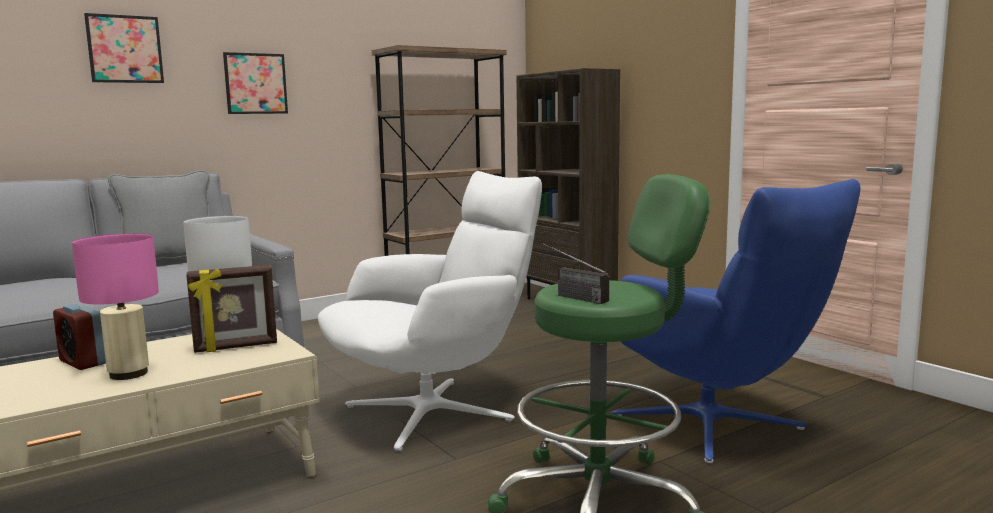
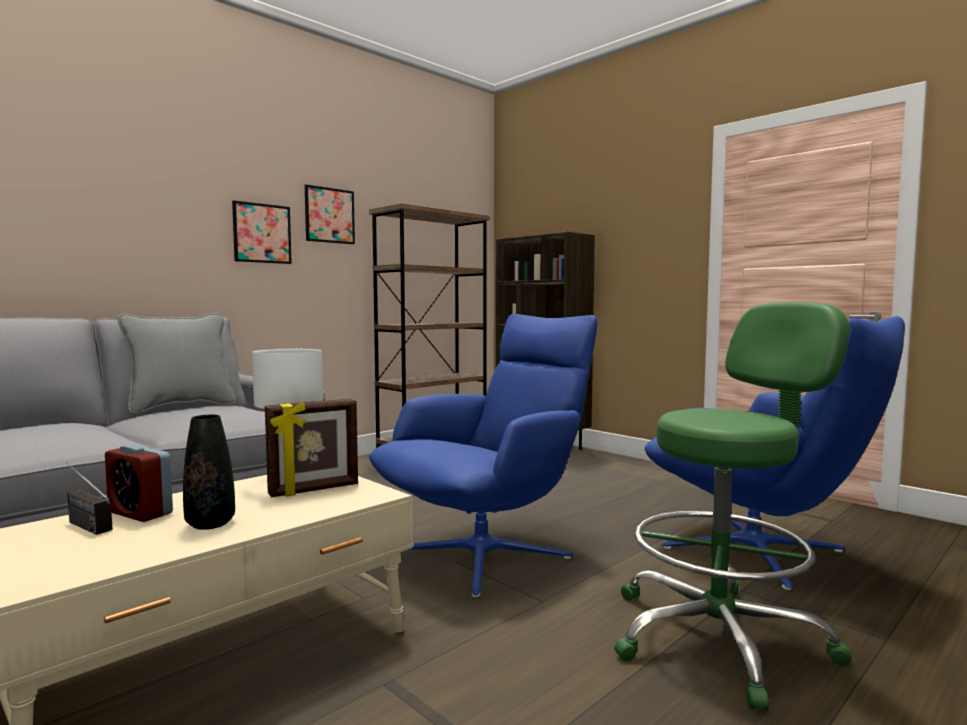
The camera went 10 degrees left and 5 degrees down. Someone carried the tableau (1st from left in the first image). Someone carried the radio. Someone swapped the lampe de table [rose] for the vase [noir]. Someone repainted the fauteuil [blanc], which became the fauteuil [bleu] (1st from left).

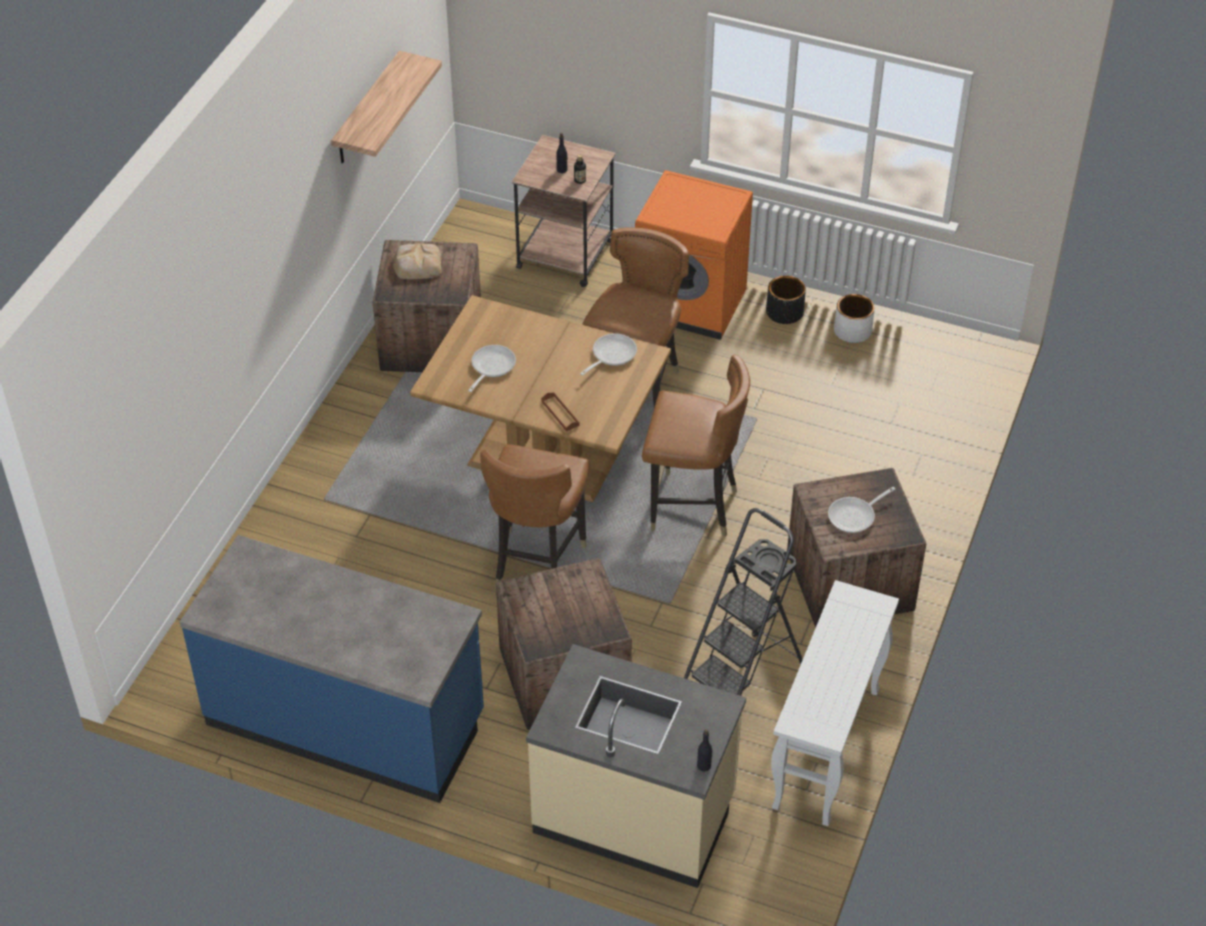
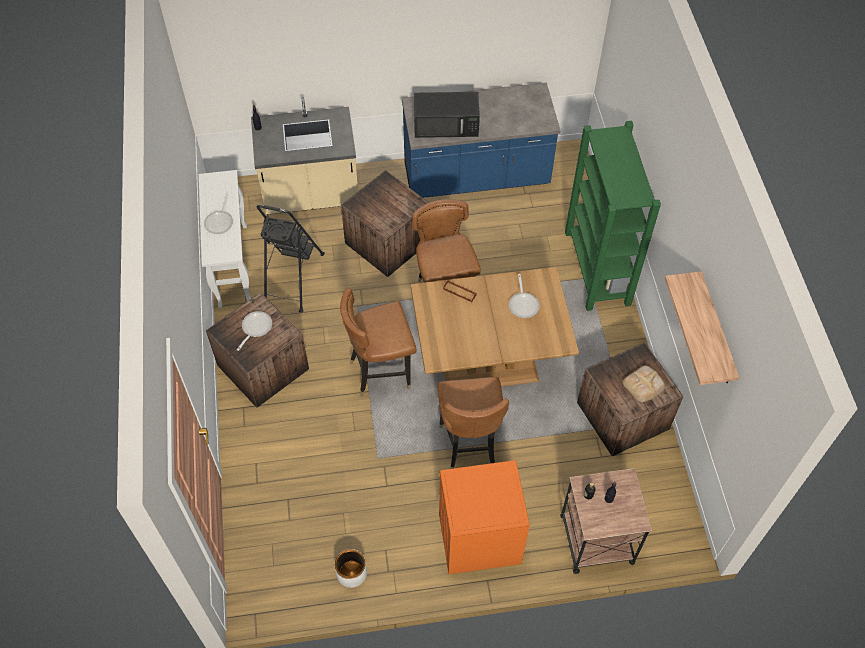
The camera went 150 degrees right and 10 degrees up. Someone took away the cache-pot [noir]. Someone put down the micro-ondes [noir]. Someone put down the bibliothèque [vert]. Someone carried the poêle (2nd from left in the first image).

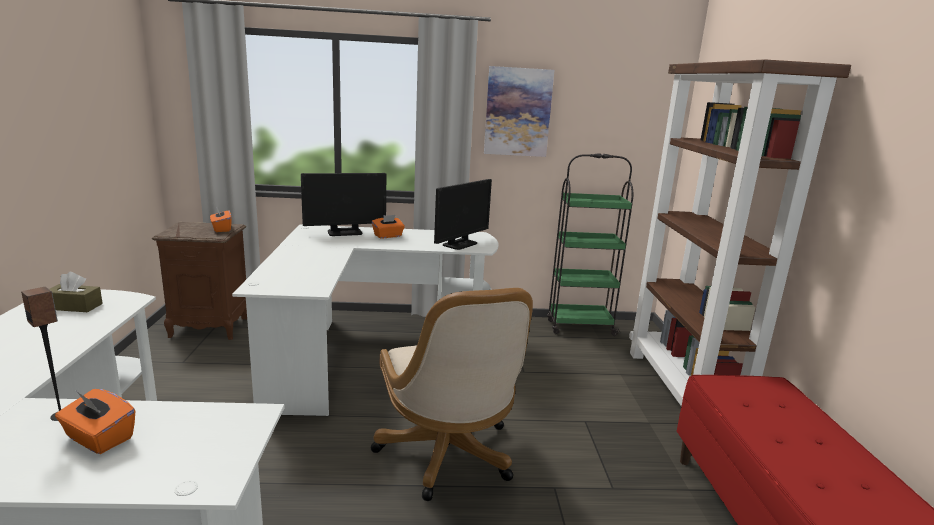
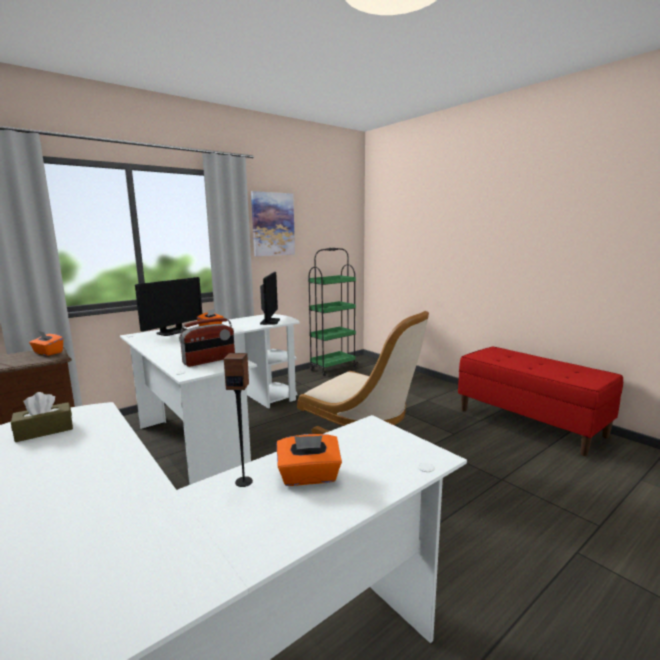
The camera went 35 degrees left and 5 degrees down. Someone took away the bibliothèque [marron]. Someone put down the radio.

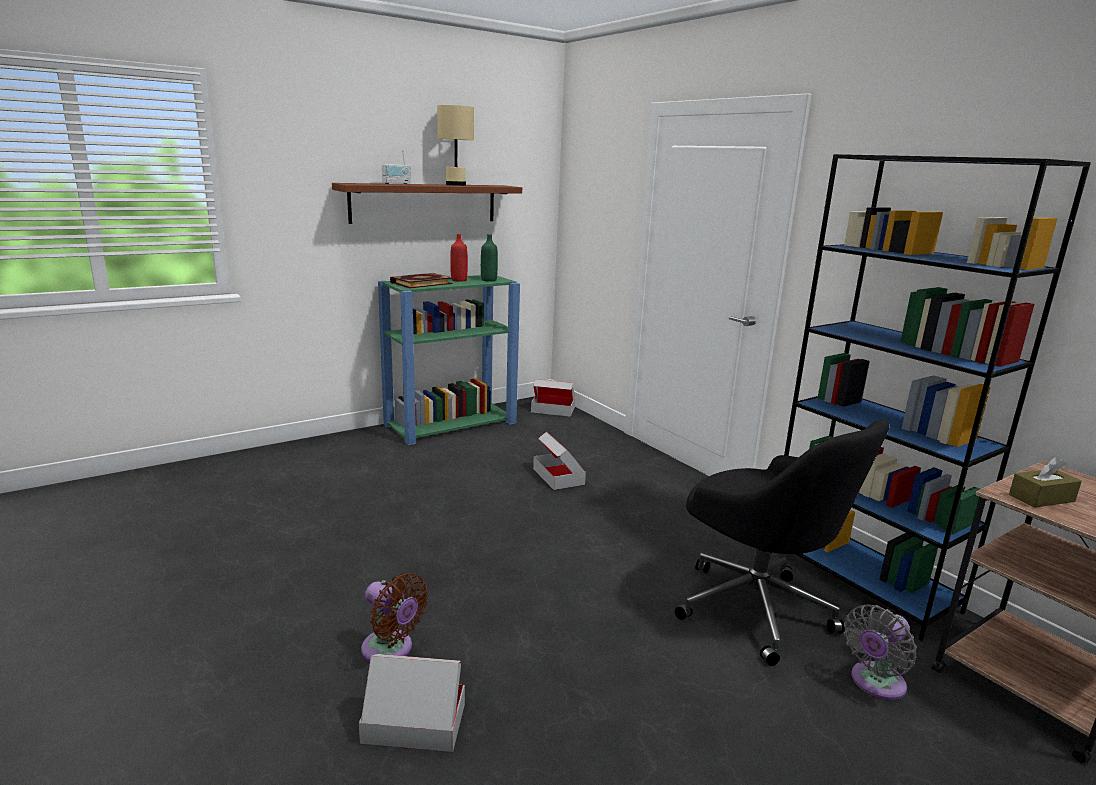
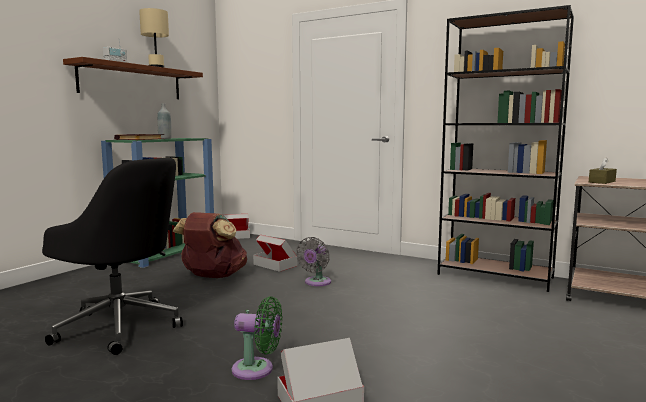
The camera went 25 degrees left and 10 degrees down. Someone took away the bouteille [vert]. Someone put down the sac à dos [marron]. Someone carried the chaise de bureau [noir]. Someone carried the ventilateur [gris]. Someone repainted the ventilateur [marron], which became the ventilateur [vert]. Someone repainted the bouteille [rouge], which became the bouteille [gris]. Someone repainted the bibliothèque [bleu], which became the bibliothèque [marron].

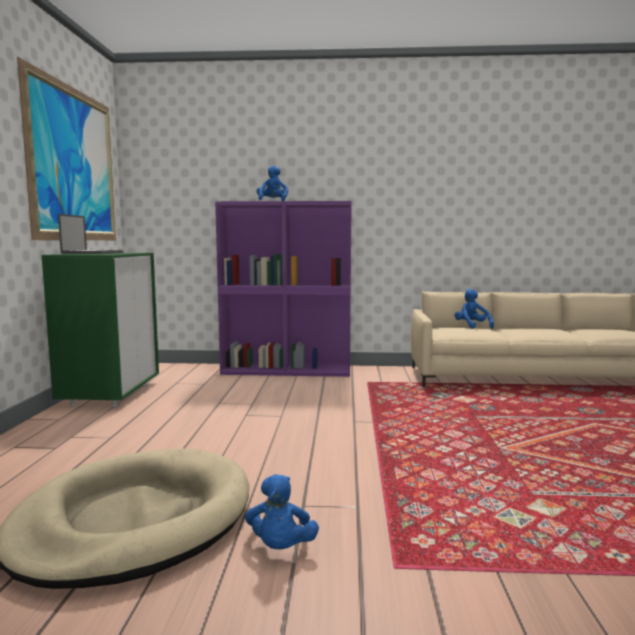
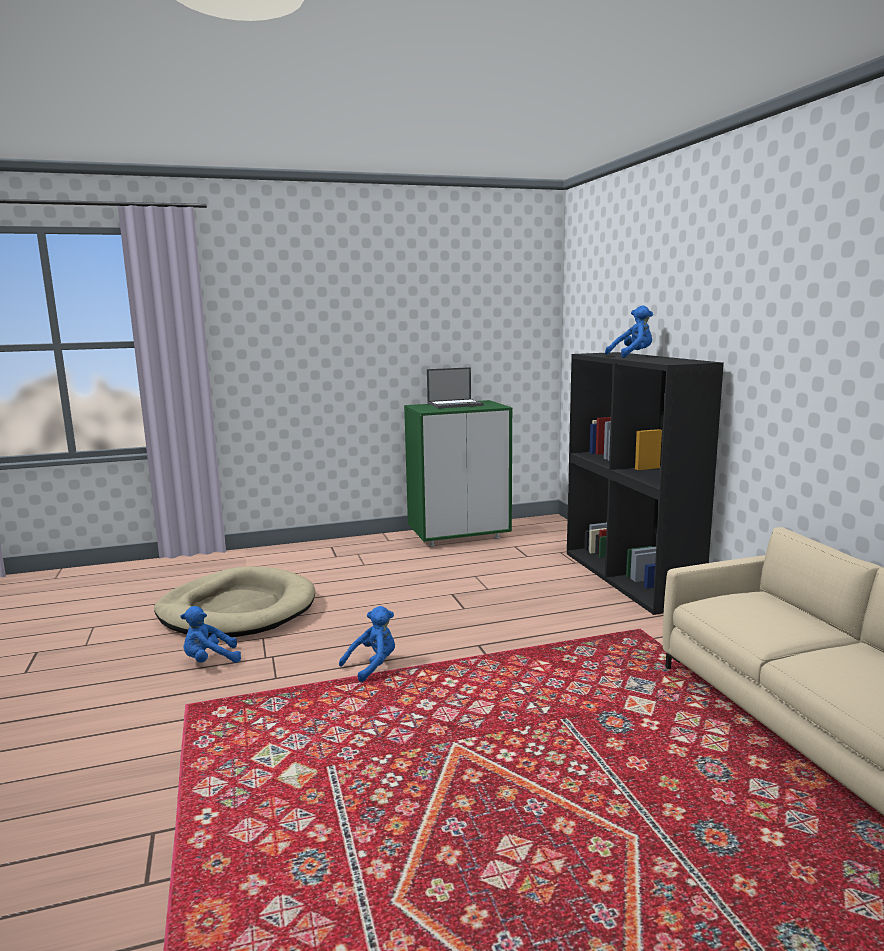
The camera went 70 degrees right and 5 degrees up. Someone took away the tableau. Someone carried the peluche [bleu] (3rd from left in the first image). Someone repainted the bibliothèque [violet], which became the bibliothèque [noir].

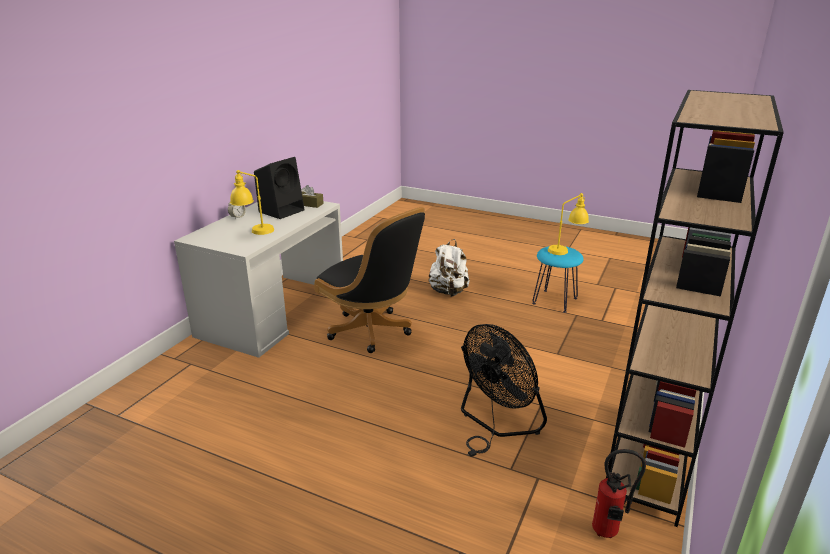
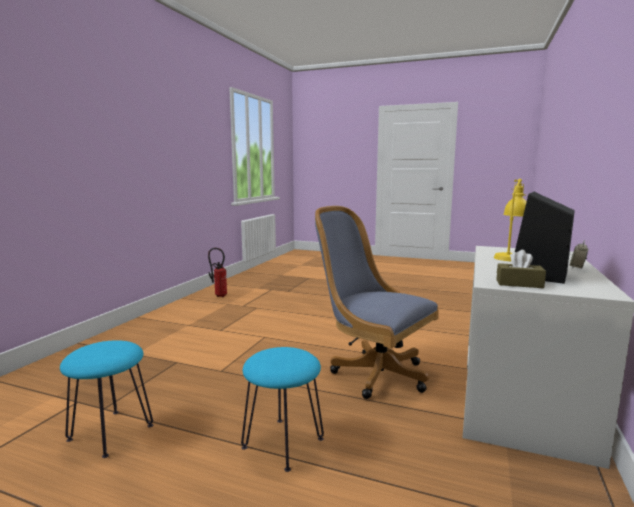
The camera went 175 degrees right and 15 degrees down. Someone took away the ventilateur [noir]. Someone took away the lampe de table [jaune] (2nd from left). Someone took away the bibliothèque [beige]. Someone swapped the sac à dos [blanc] for the tabouret [turquoise] (2nd from left). Someone repainted the chaise de bureau [noir], which became the chaise de bureau [bleu].

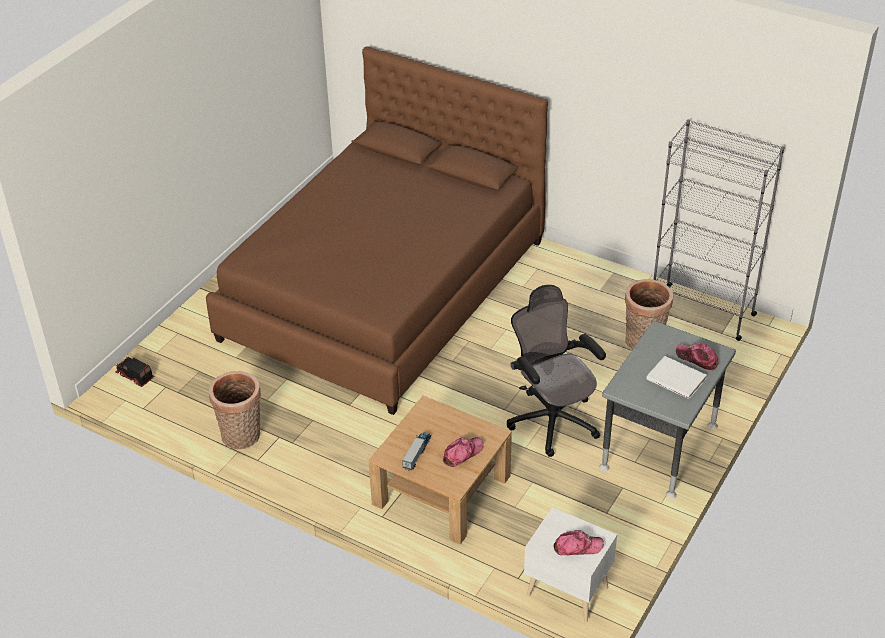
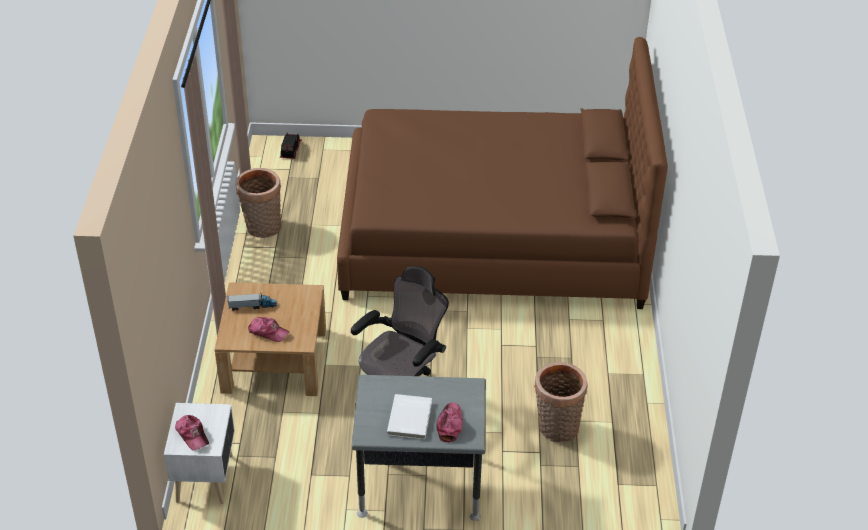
The camera went 60 degrees right and 0 degrees up. Someone took away the bibliothèque [gris].

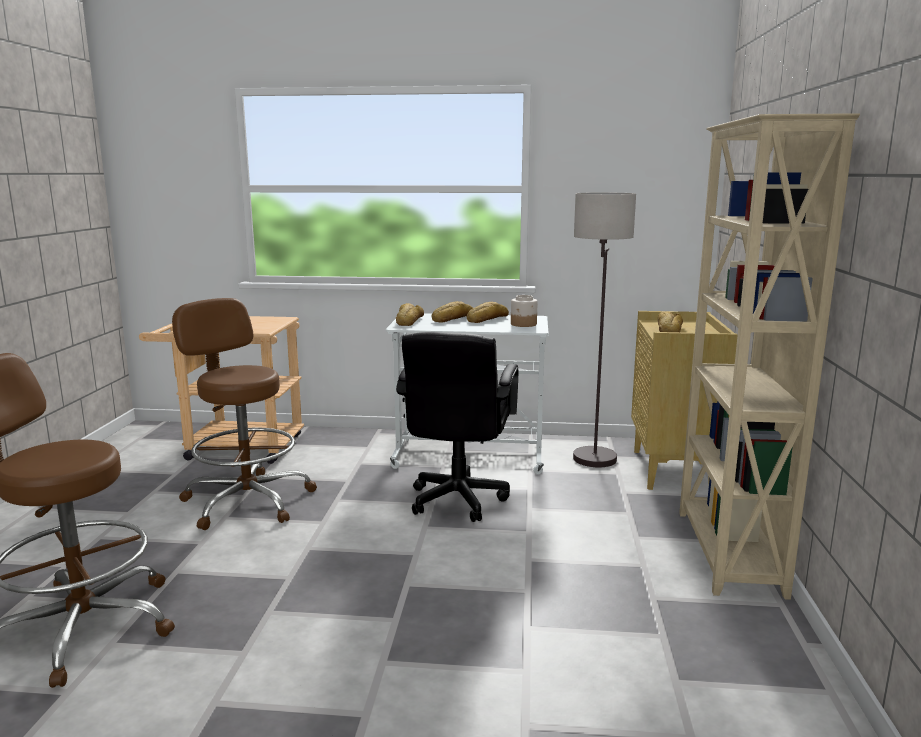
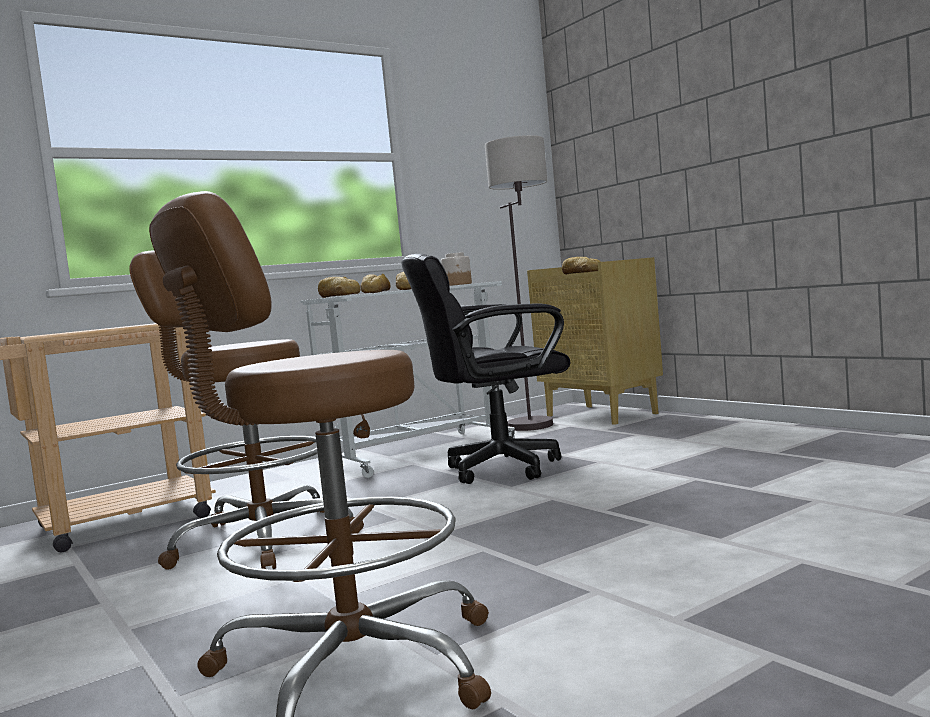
The camera went 40 degrees left and 10 degrees down. Someone took away the bibliothèque [beige]. Someone rotated the chaise de bureau [noir] by 105 degrees clockwise.

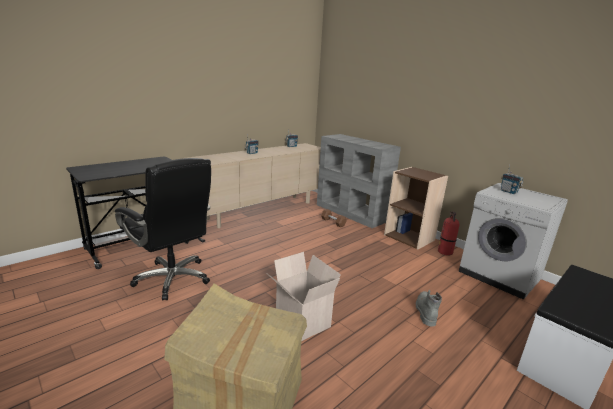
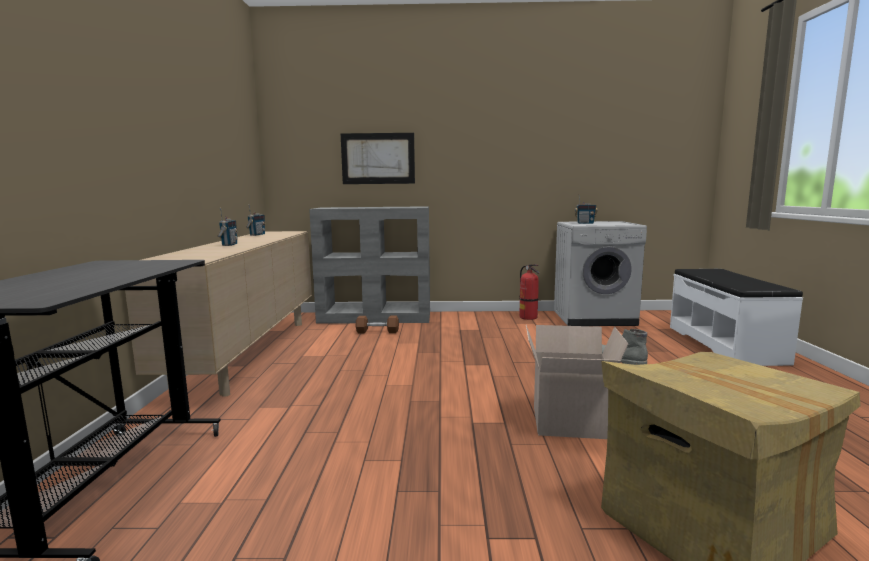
The camera went 45 degrees left and 10 degrees down. Someone took away the chaise de bureau [noir]. Someone took away the bibliothèque [marron]. Someone put up the tableau.

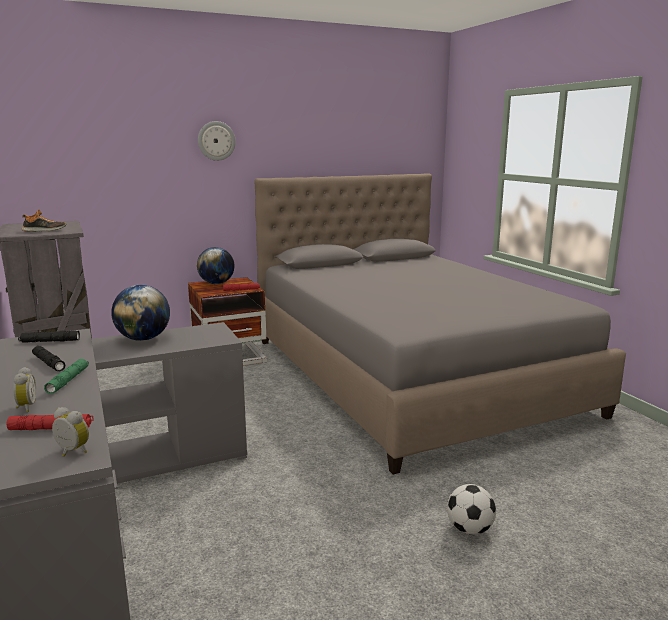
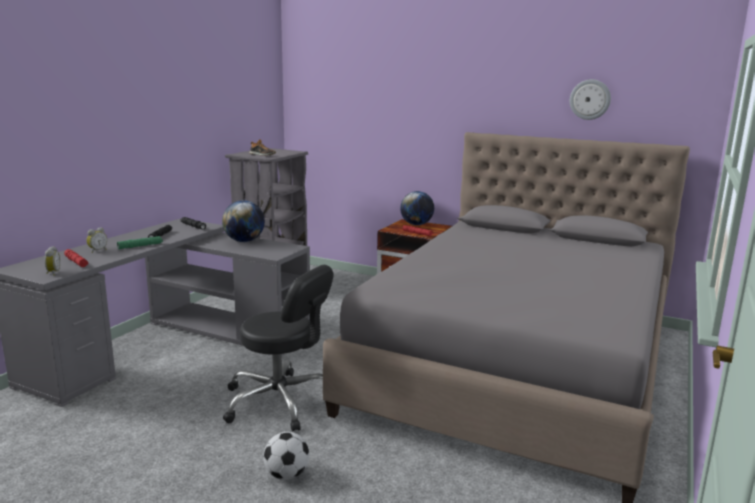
The camera went 50 degrees right and 0 degrees up. Someone put down the chaise de bureau [noir]. Someone carried the horloge murale.

